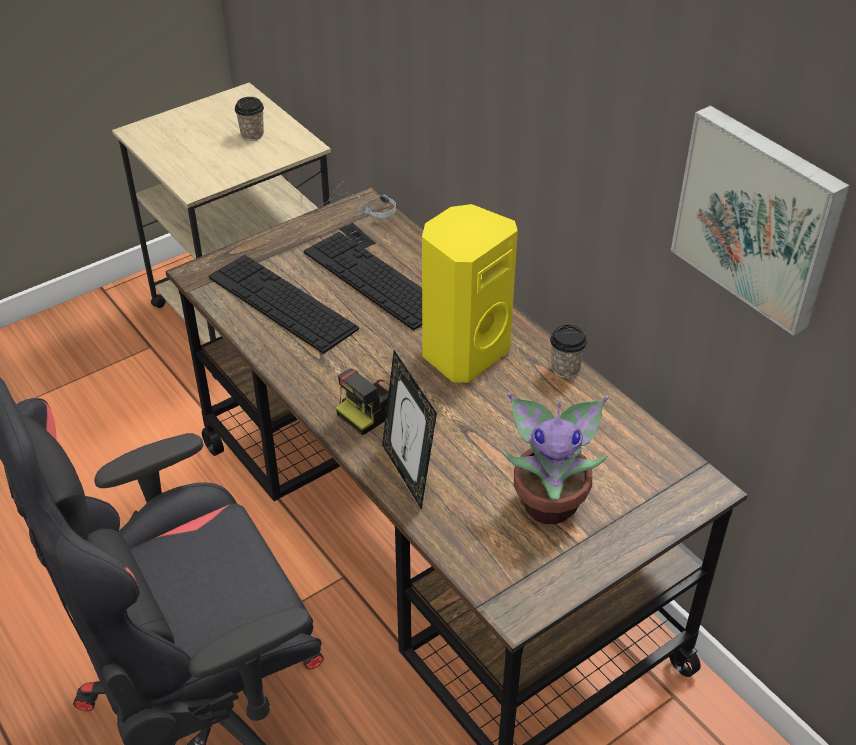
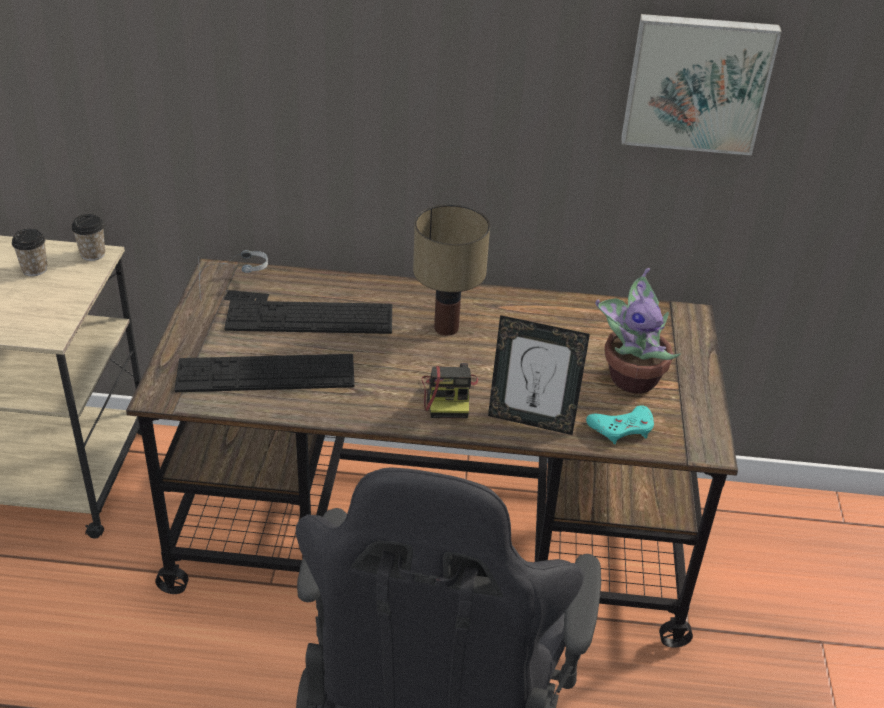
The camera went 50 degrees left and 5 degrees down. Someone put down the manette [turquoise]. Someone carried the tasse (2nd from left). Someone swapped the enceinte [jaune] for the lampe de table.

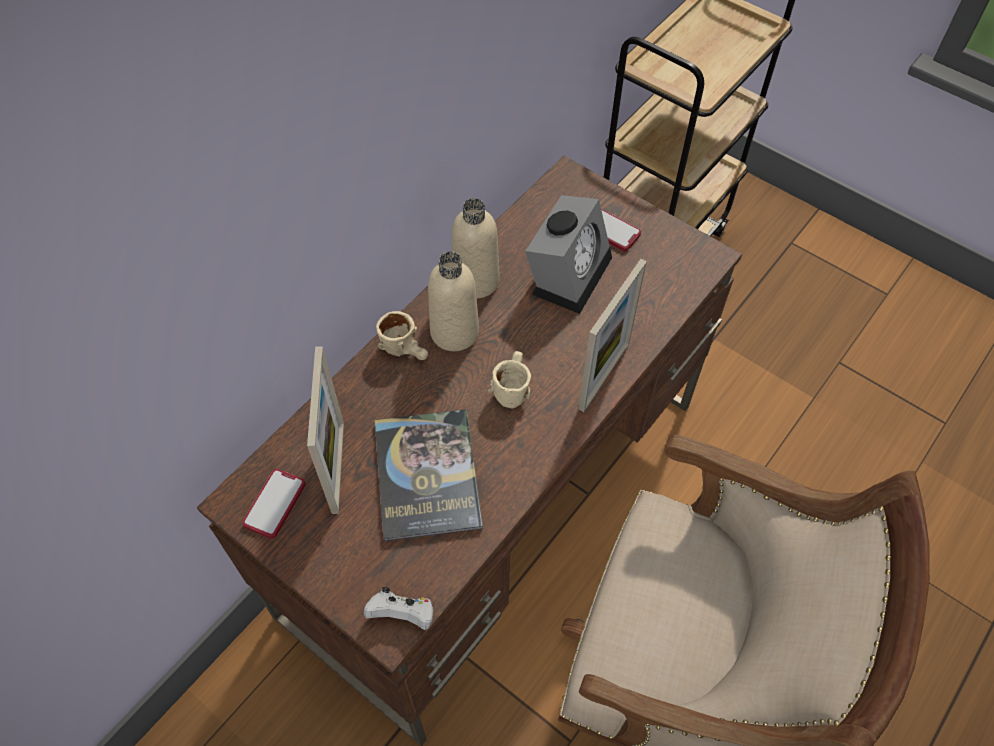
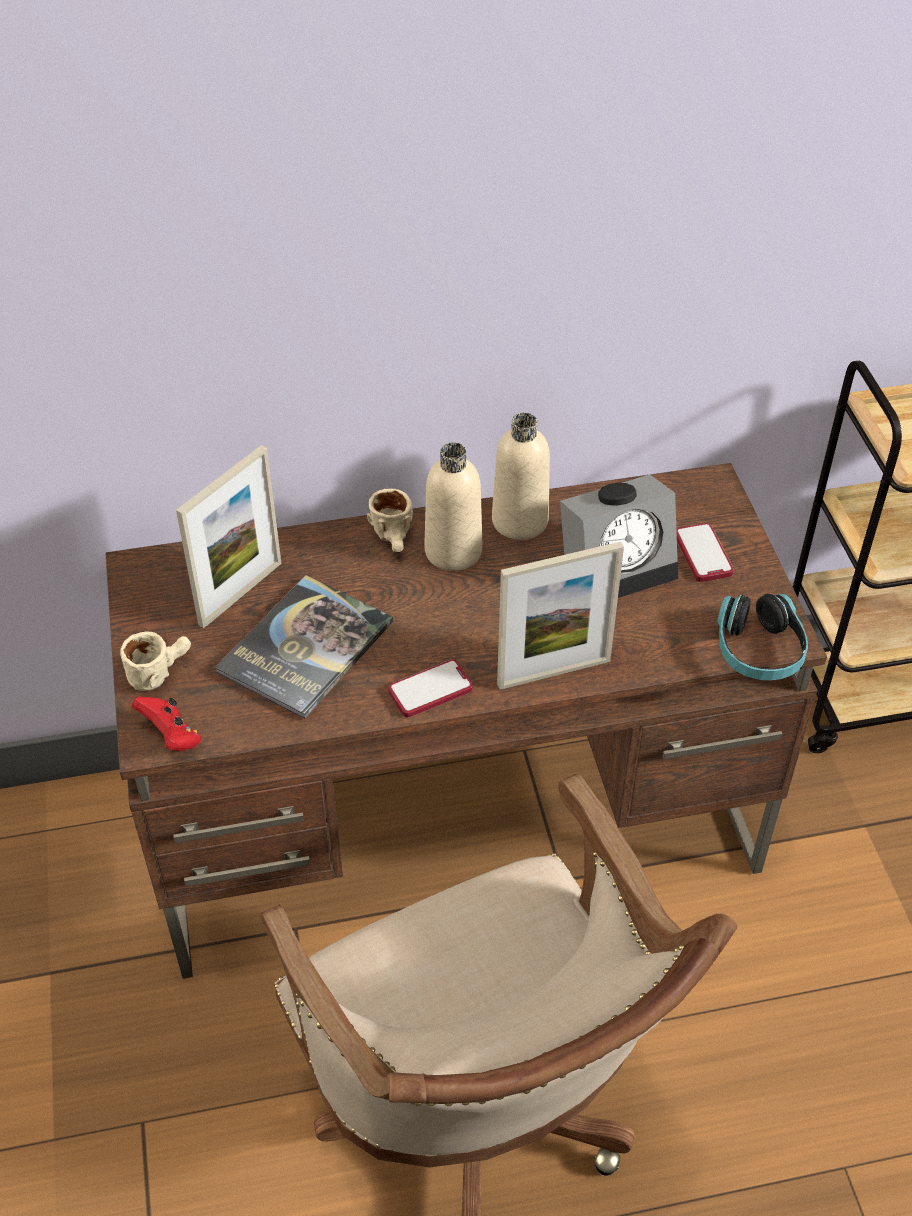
The camera went 40 degrees right and 10 degrees down. Someone put down the casque audio. Someone carried the téléphone (1st from left). Someone carried the mug [beige] (2nd from left in the first image). Someone repainted the manette [blanc], which became the manette [rouge].

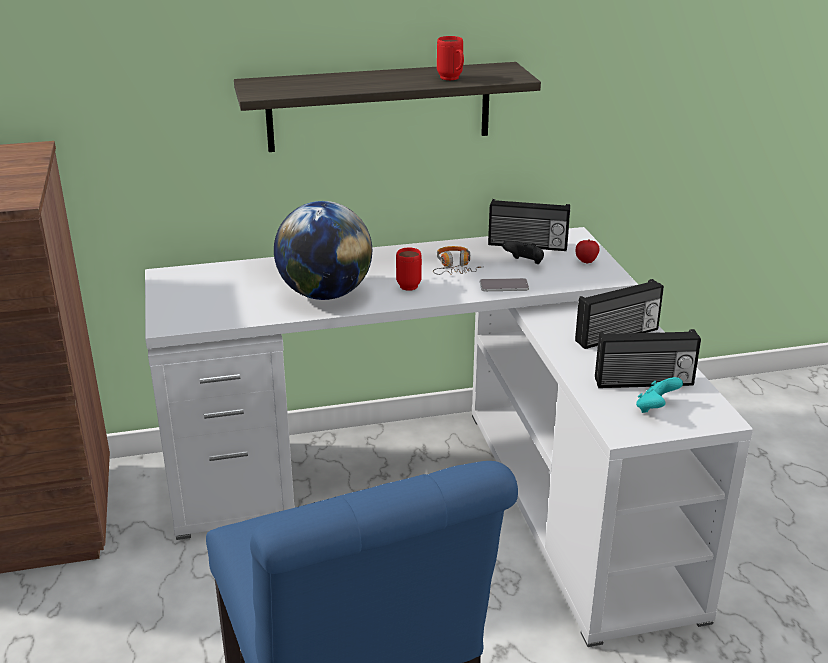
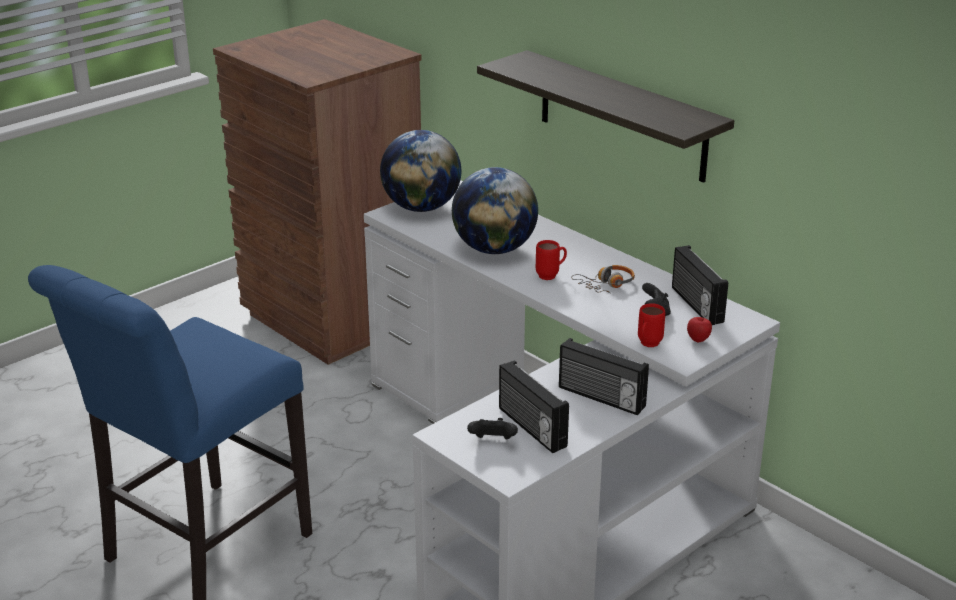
The camera went 60 degrees right and 0 degrees up. Someone took away the téléphone. Someone put down the globe (1st from left). Someone carried the mug [rouge] (2nd from left). Someone repainted the manette [turquoise], which became the manette [noir] (1st from left).

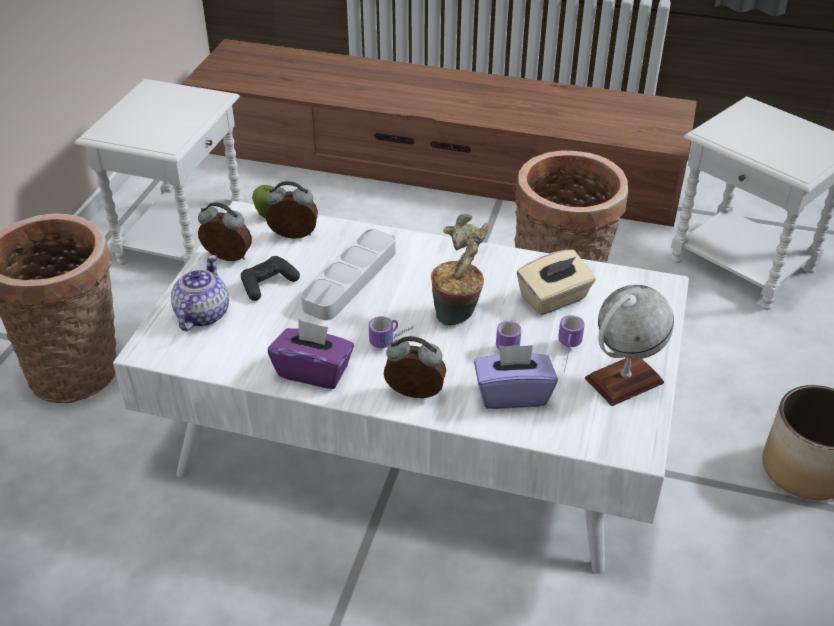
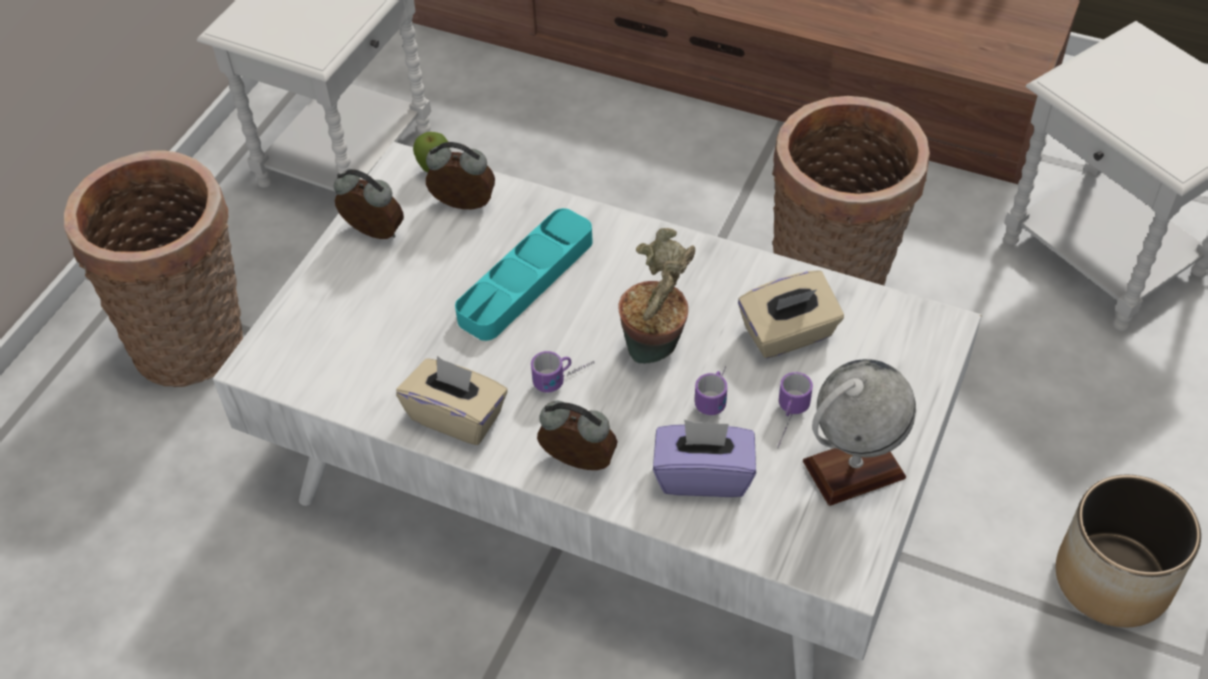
The camera went 10 degrees right and 10 degrees up. Someone took away the théière. Someone took away the manette [noir]. Someone repainted the boîte à mouchoirs [violet] (1st from left), which became the boîte à mouchoirs [beige] (1st from left). Someone repainted the plateau [gris], which became the plateau [turquoise].

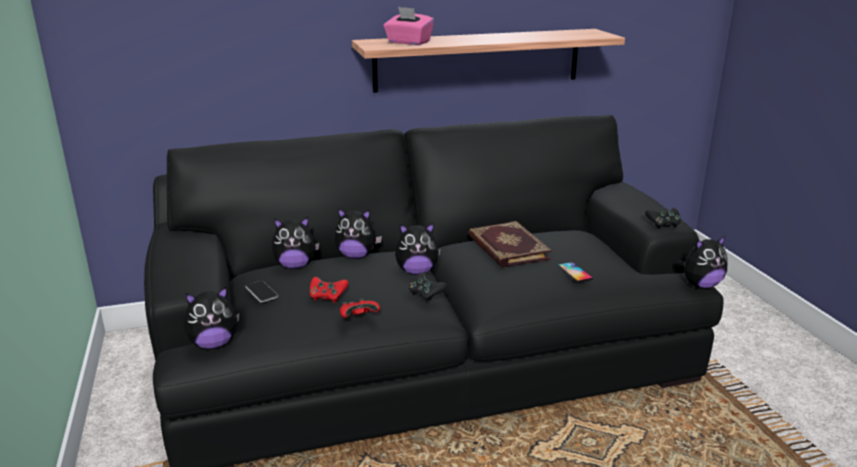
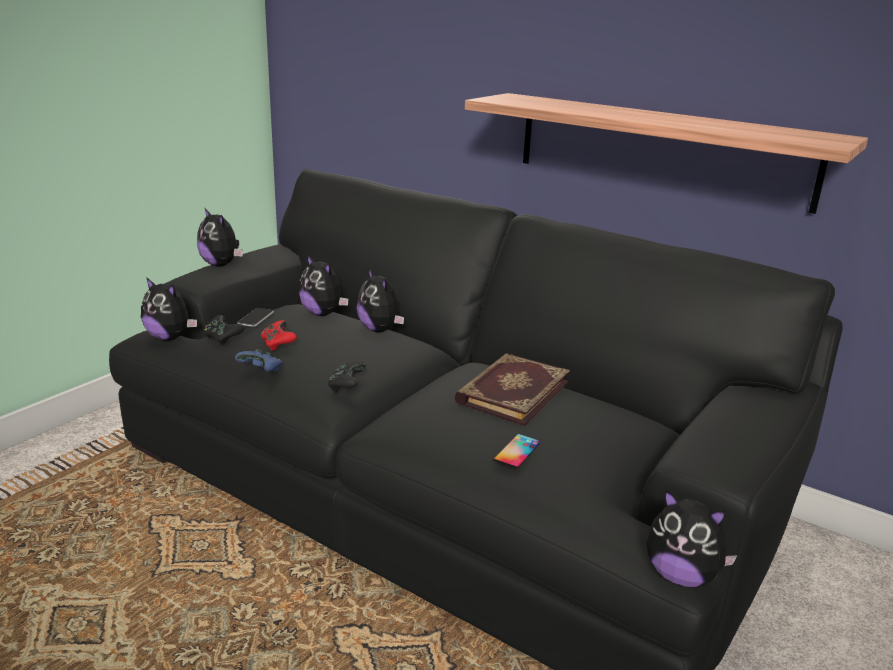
The camera went 50 degrees right and 0 degrees up. Someone took away the boîte à mouchoirs [rose]. Someone carried the peluche (4th from left in the first image). Someone carried the manette [noir] (2nd from left in the first image). Someone repainted the manette [rouge] (2nd from left), which became the manette [bleu].

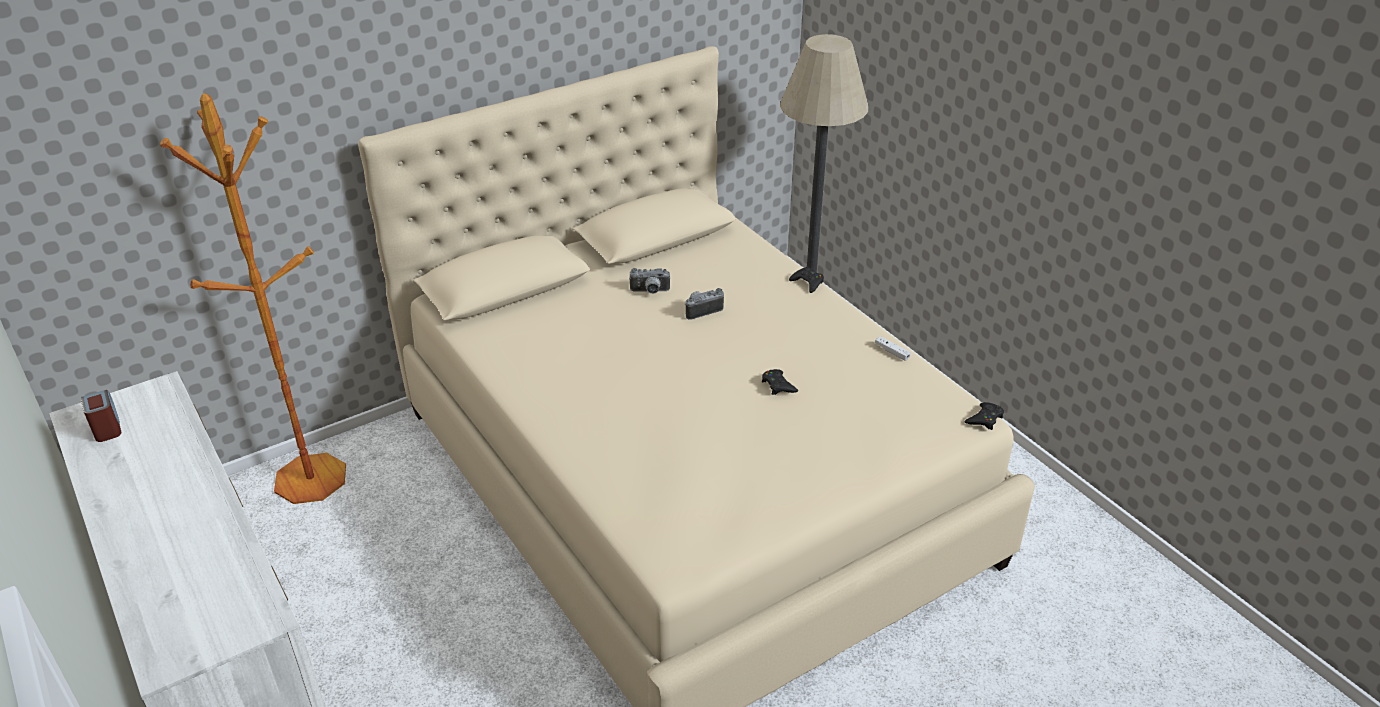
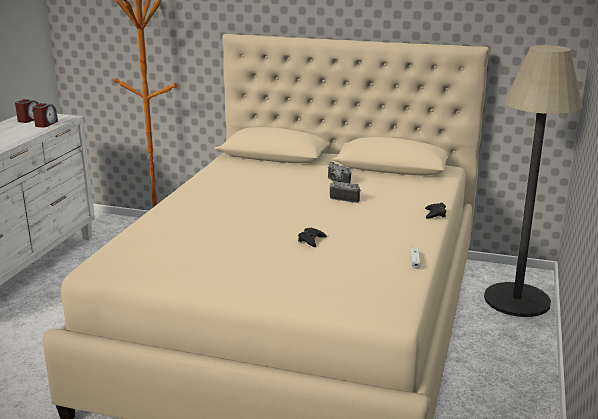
The camera went 50 degrees right and 15 degrees down. Someone took away the manette [noir] (3rd from left). Someone put down the réveil (2nd from left).

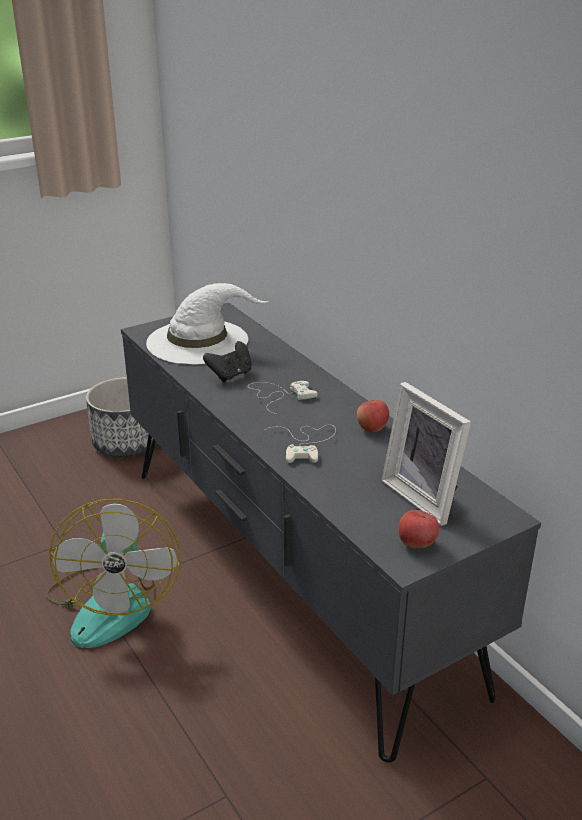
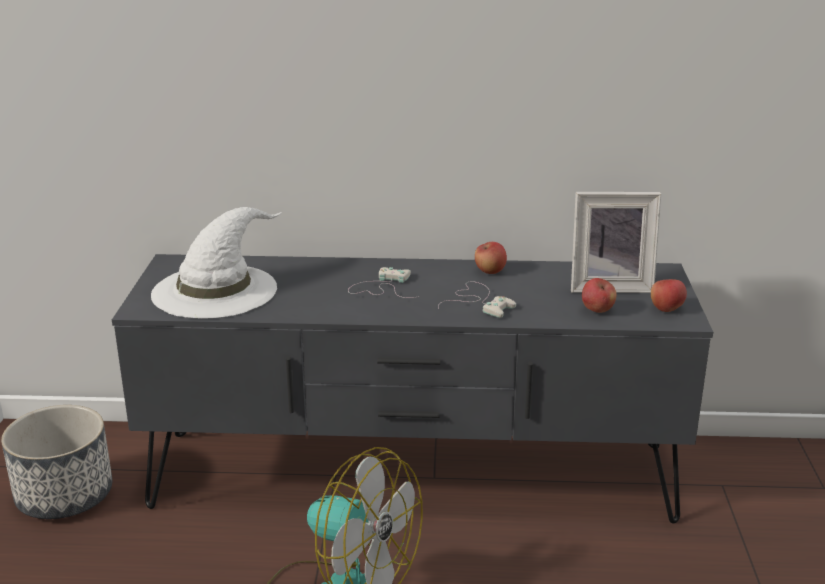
The camera went 55 degrees left and 5 degrees down. Someone took away the manette [noir]. Someone put down the pomme (2nd from left).

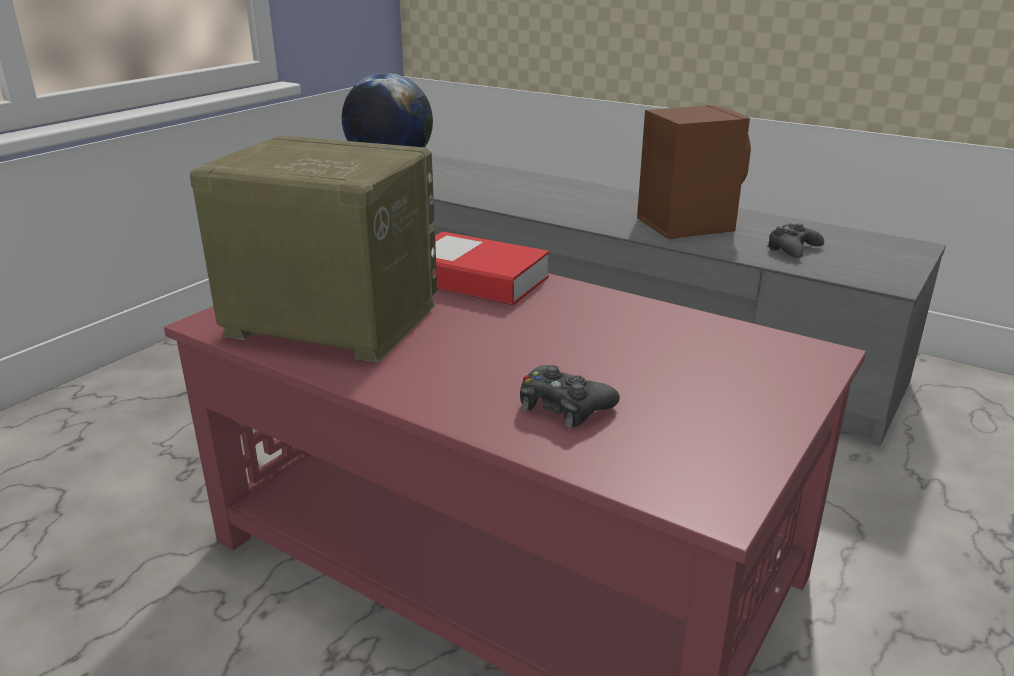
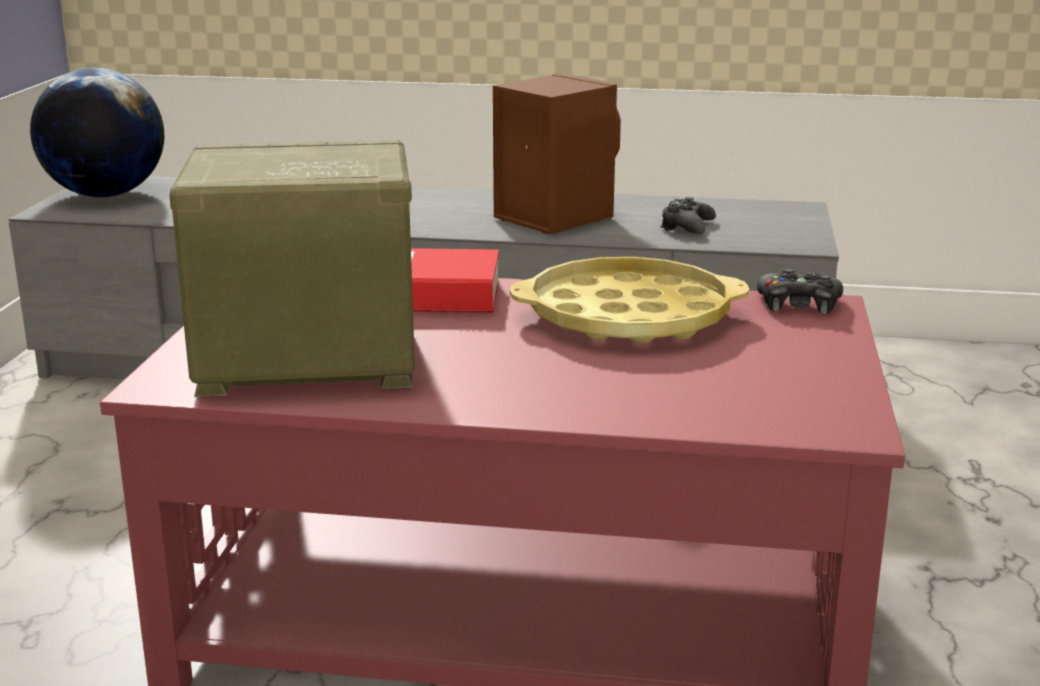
The camera went 25 degrees left and 5 degrees down. Someone put down the plateau [jaune]. Someone carried the manette [noir] (1st from left in the first image).

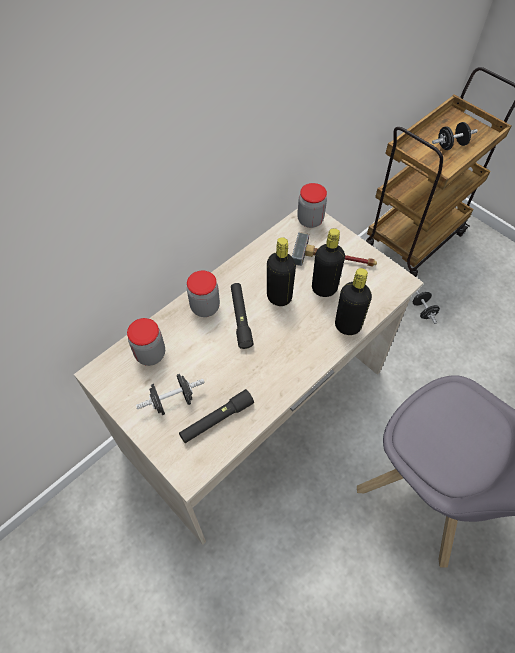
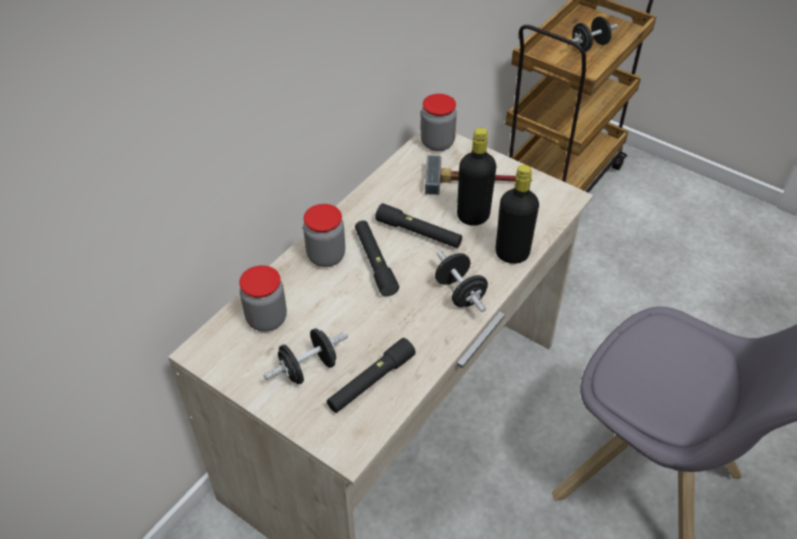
The camera went 10 degrees left and 10 degrees down. Someone carried the haltère [noir] (2nd from left). Someone swapped the bouteille [noir] (1st from left) for the lampe de poche [noir] (3rd from left).

